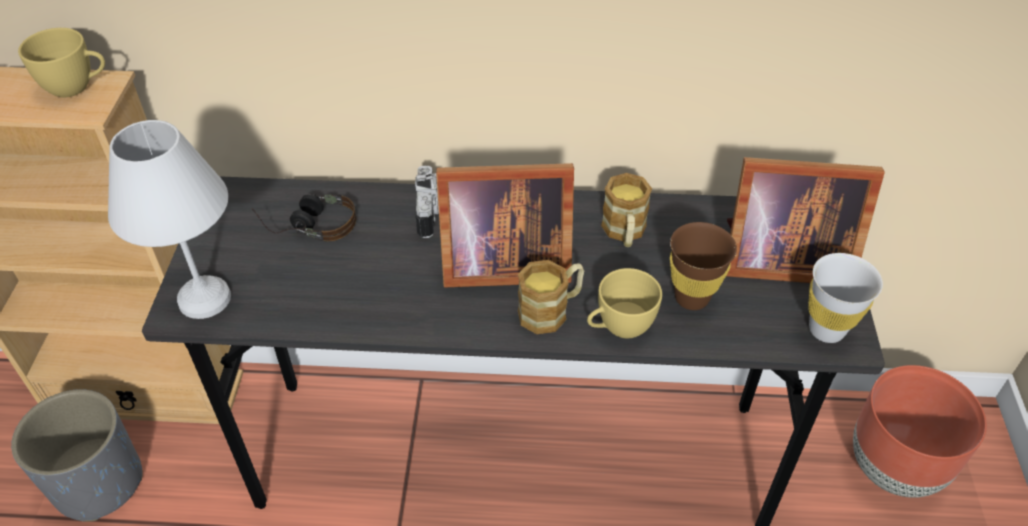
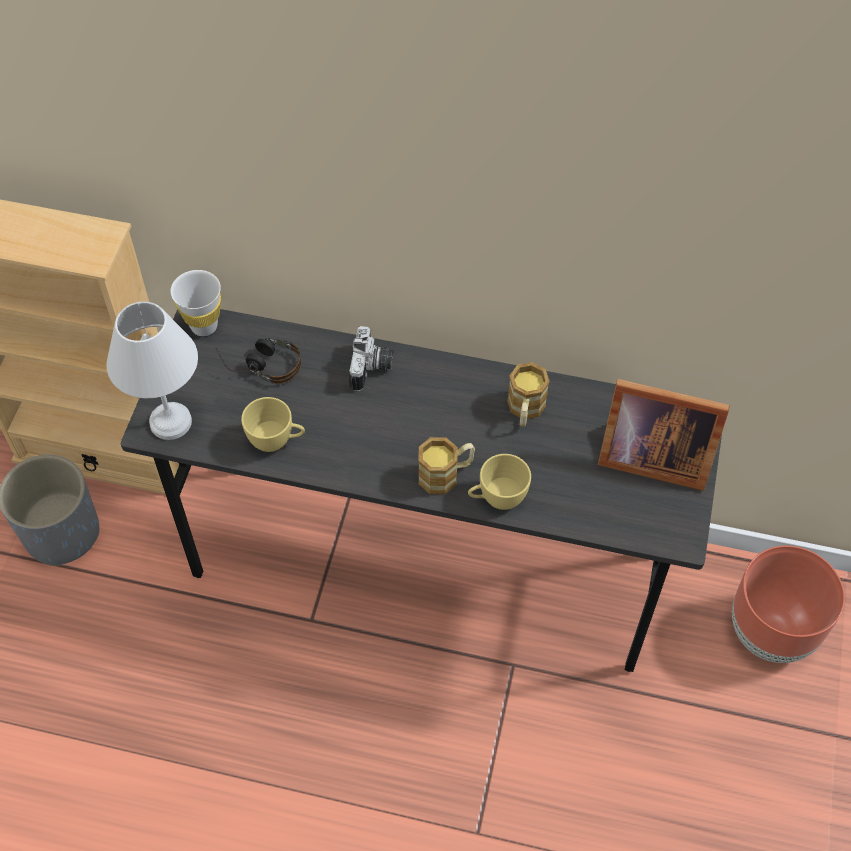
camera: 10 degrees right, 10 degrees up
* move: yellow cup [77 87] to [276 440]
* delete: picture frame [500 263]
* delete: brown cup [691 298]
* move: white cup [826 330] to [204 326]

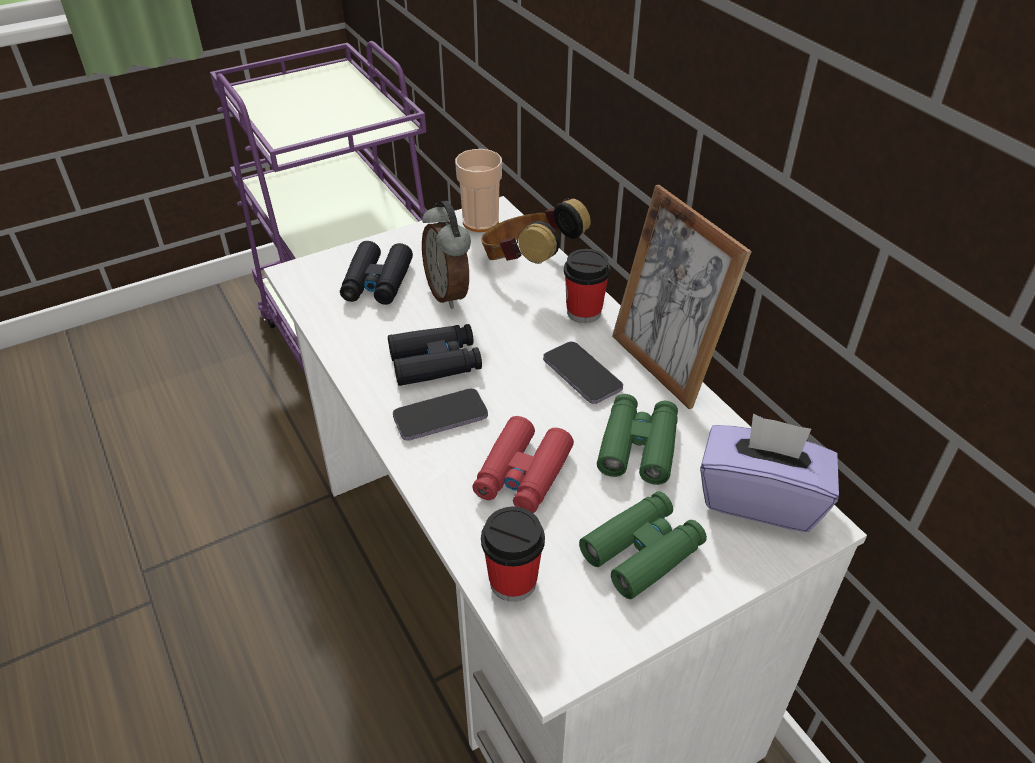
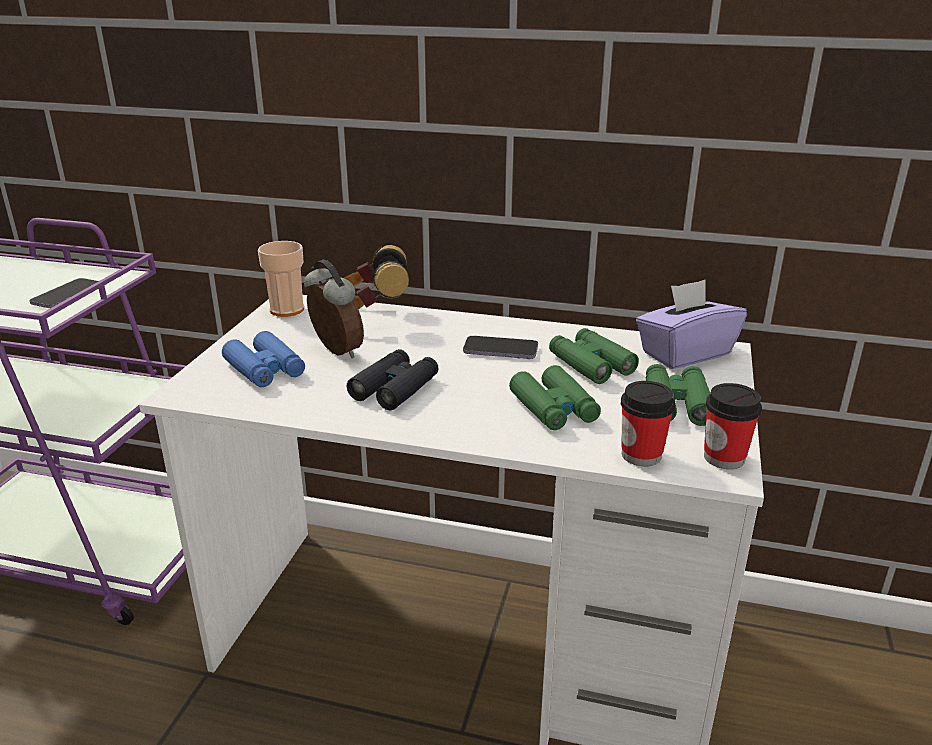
camera: 45 degrees left, 15 degrees down
* recolor: black binoculars [377 282] to blue binoculars [265 369]
* move: phone [440 417] to [67 296]
* rotate: alarm clock [449 293] = [335 352] 150 degrees counterclockwise
* recolor: red binoculars [522 474] to green binoculars [554 408]
* move: cup [584 312] to [724 457]
* delete: picture frame [664 365]

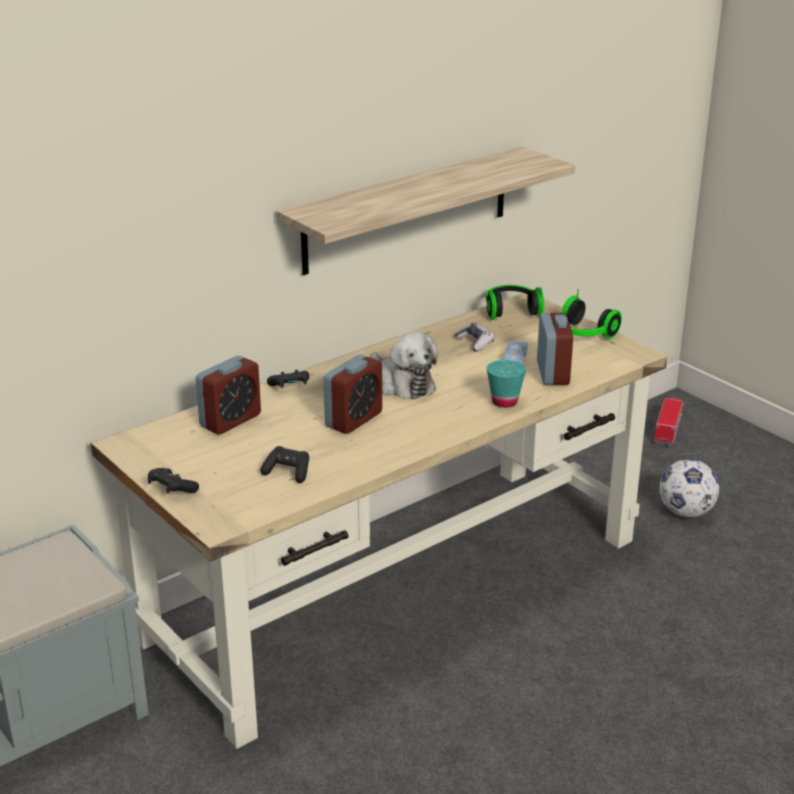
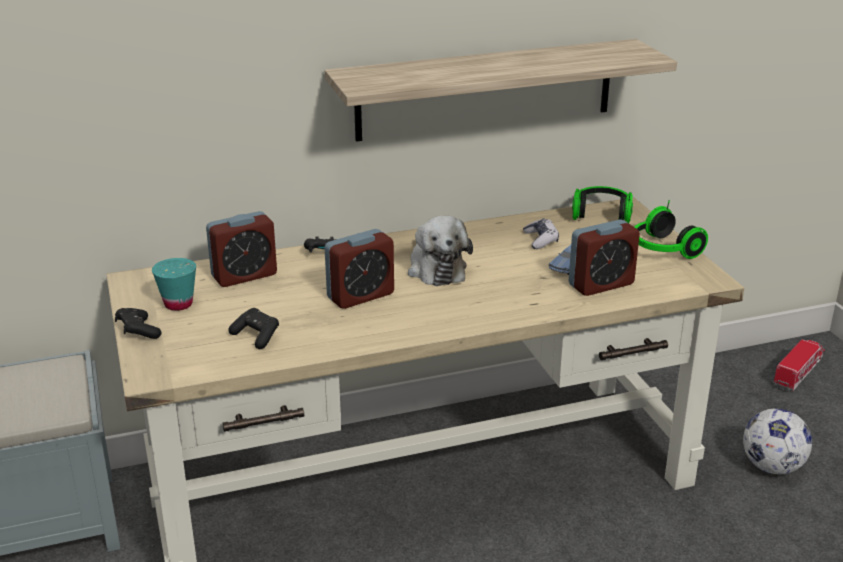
camera: 20 degrees right, 0 degrees up
* move: turquoise cup [504 402] to [178 304]
* rotate: alarm clock [552 373] = [601 284] 45 degrees clockwise

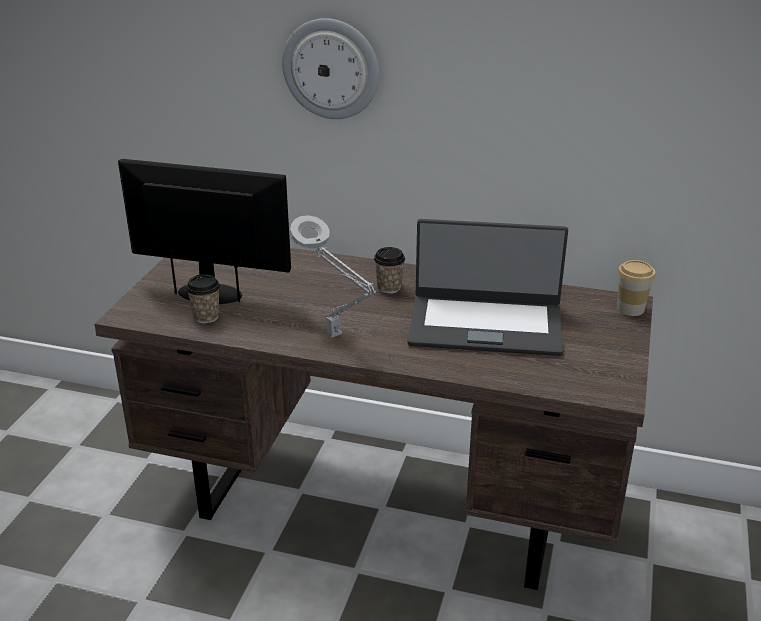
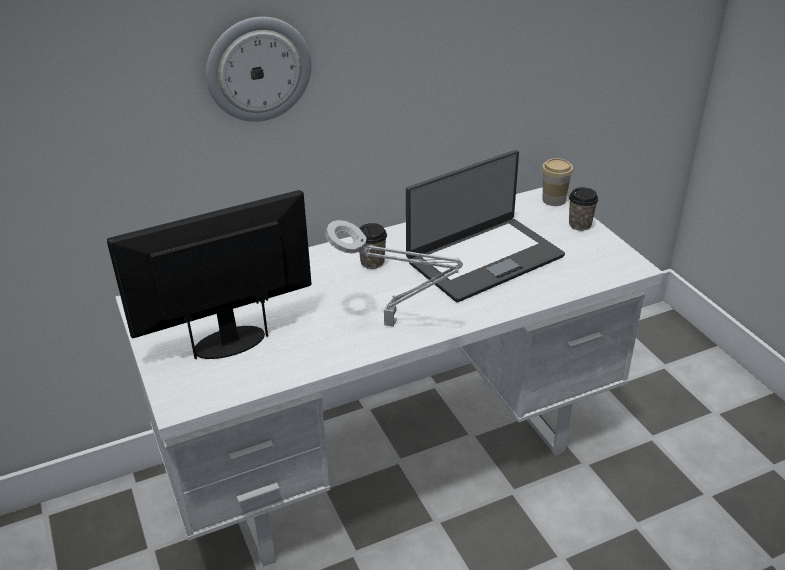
camera: 40 degrees left, 5 degrees up
* recolor: brown desk [383 503] to white desk [396 457]
* move: cup [206 317] to [580 225]

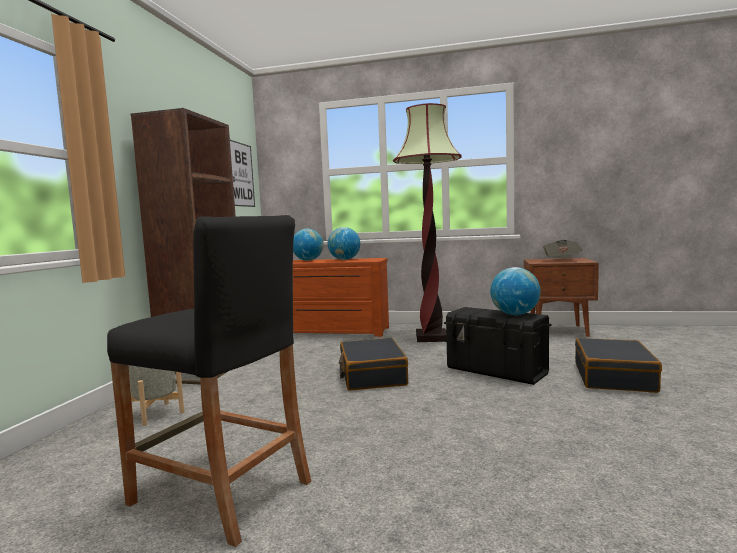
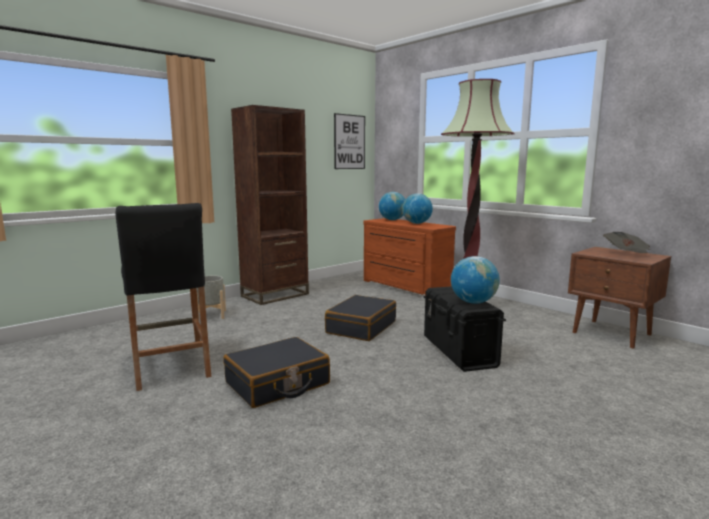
camera: 35 degrees right, 5 degrees up
* move: black suitcase [614 377] to [277 384]

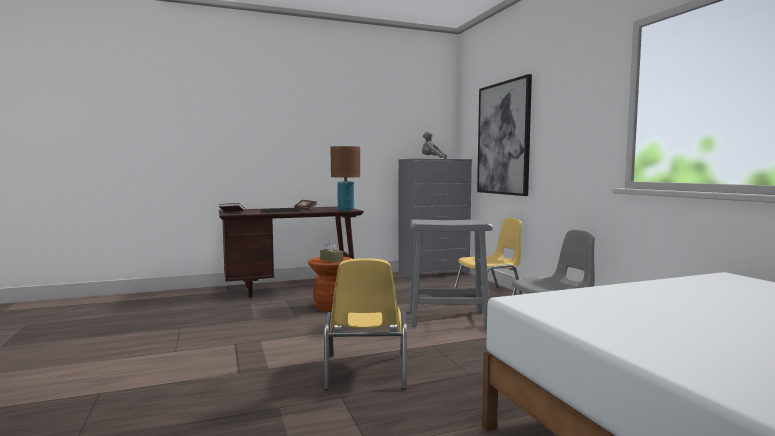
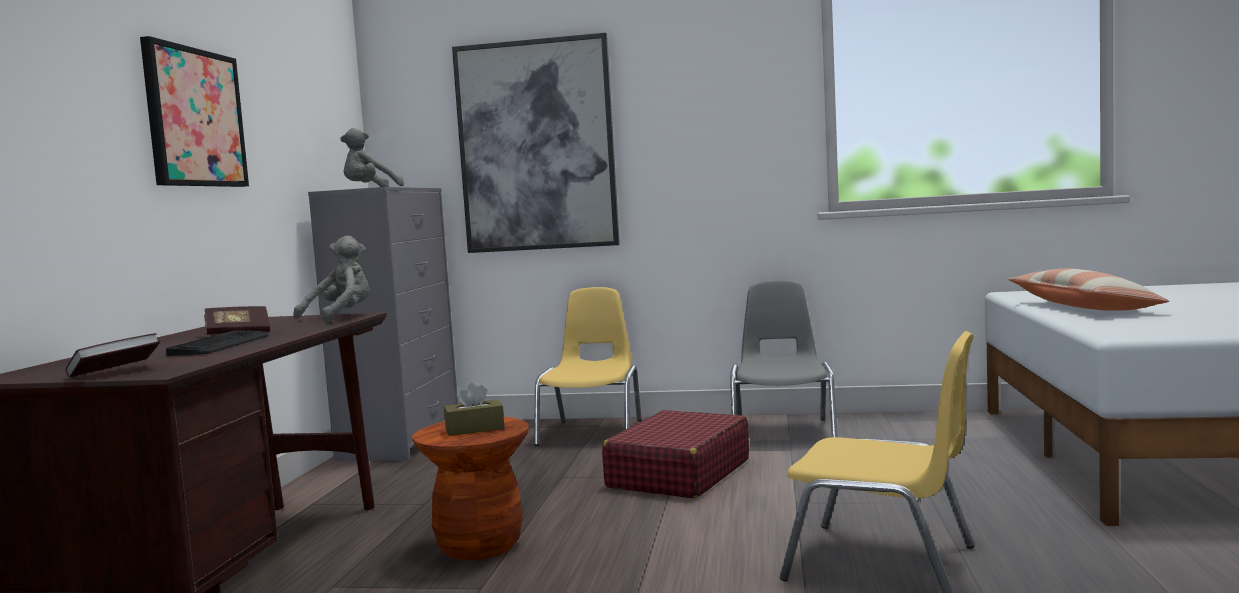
camera: 60 degrees left, 0 degrees up
* replace: brown table lamp [346 210] to grey plush toy [341 317]
* replace: grey stool [447 318] to red suitcase [678 474]
* insert: picture [194 118]
* insert: pillow [1082 308]

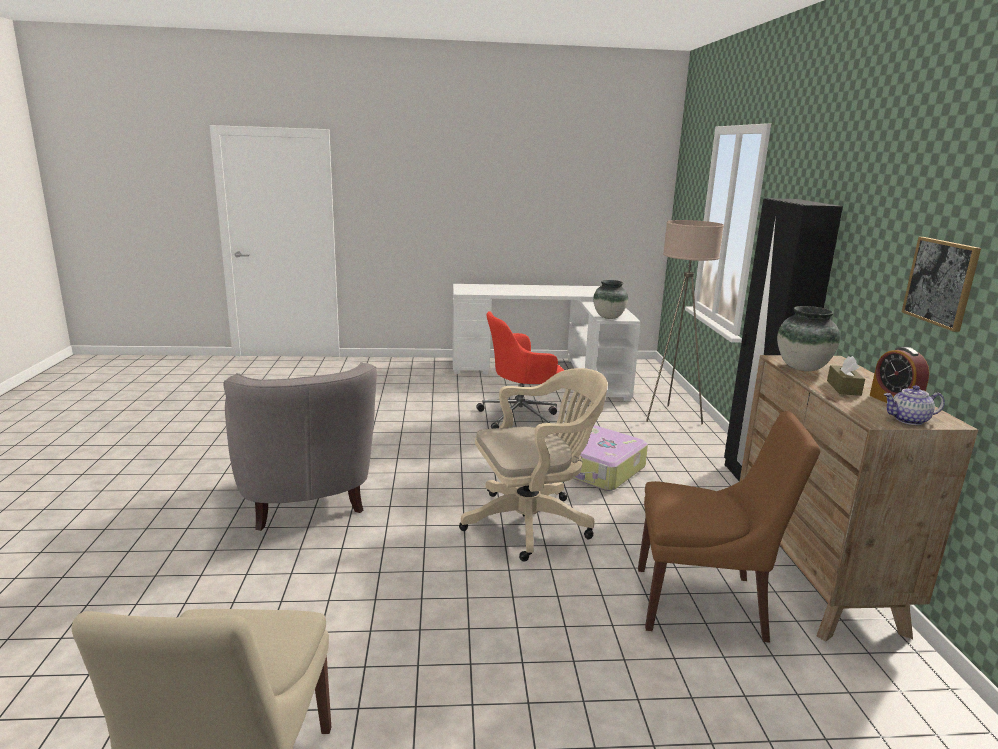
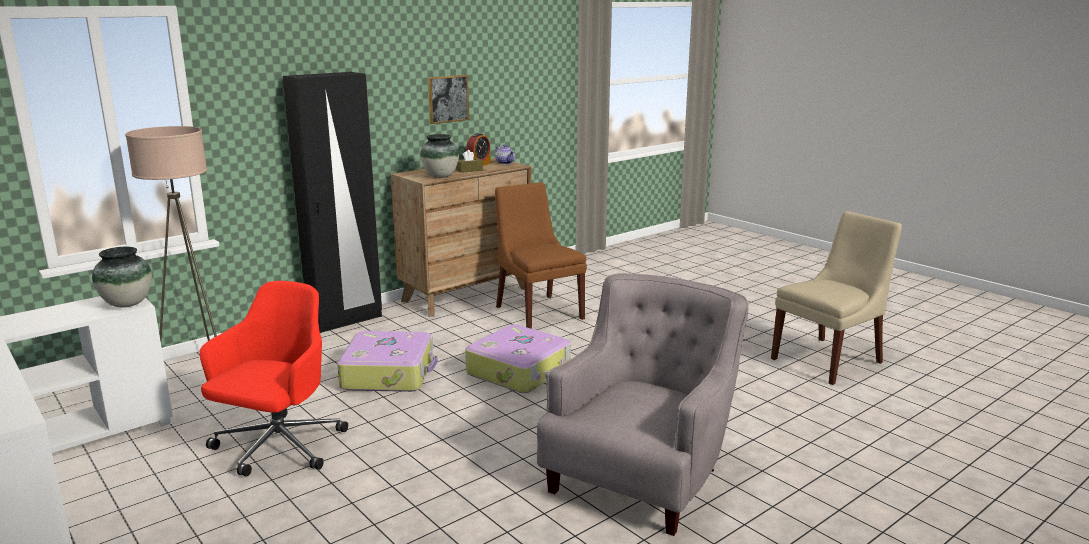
camera: 125 degrees left, 0 degrees up
* replace: beige office chair [533 522] to suitcase [520 371]
* rotate: red office chair [521 417] = [277 447] 105 degrees counterclockwise

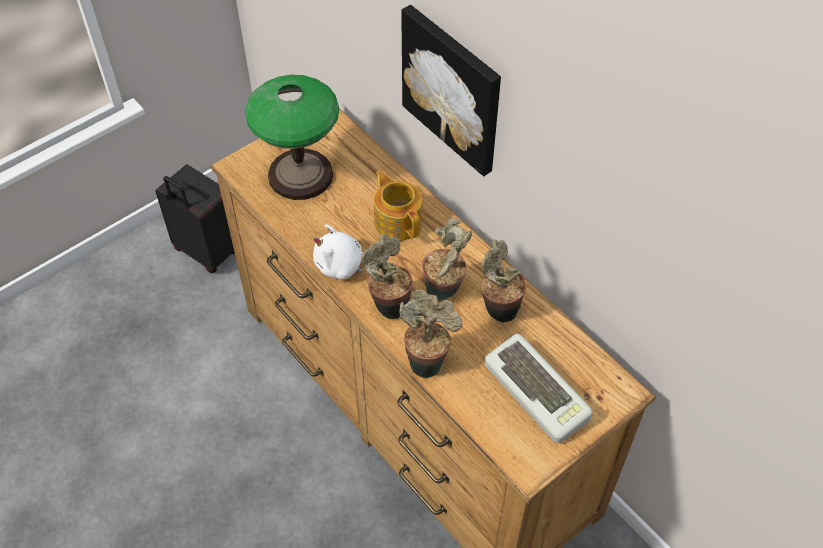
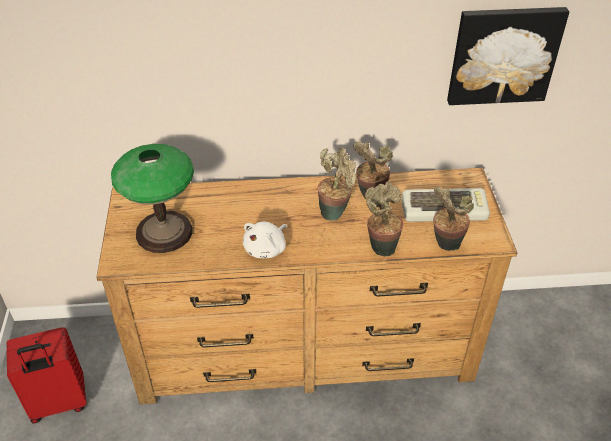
camera: 55 degrees left, 10 degrees down
* recolor: black suitcase [206 252] to red suitcase [59 403]
* move: potted plant [388 305] to [445 244]
* delete: teapot [398 221]
* move: picture [453 89] to [503 55]

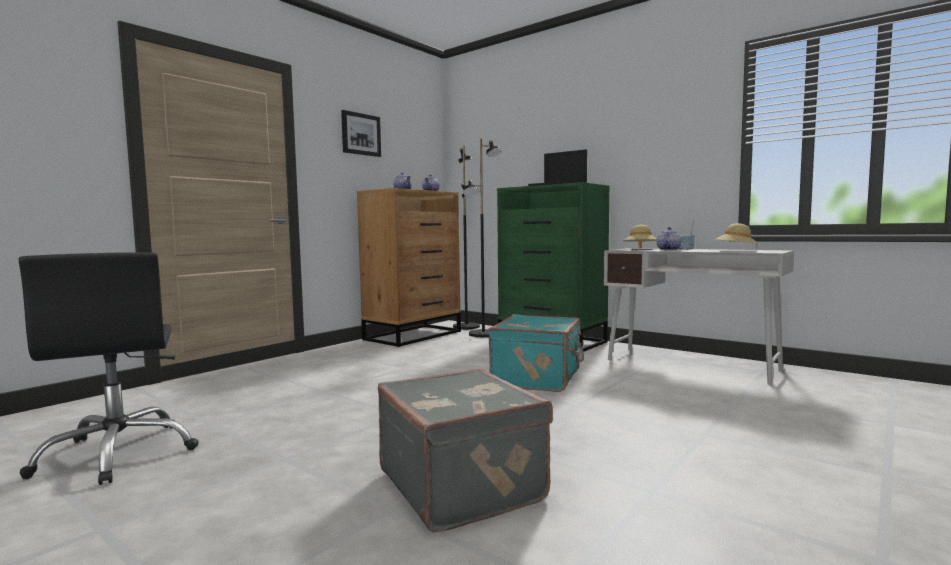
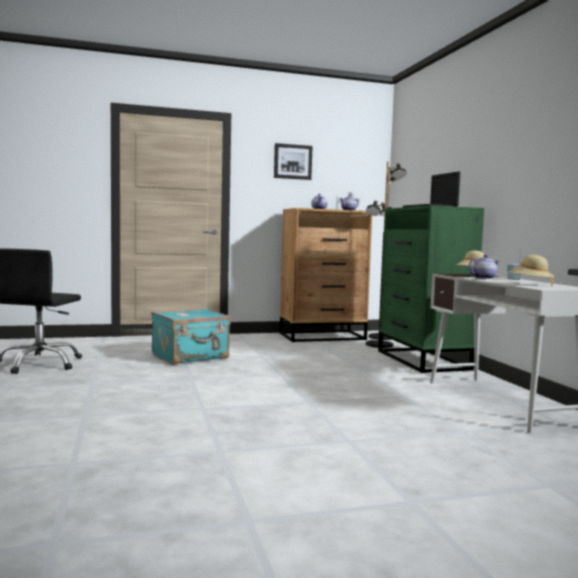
camera: 35 degrees right, 0 degrees up
* delete: grey suitcase [463 485]
* move: turquoise suitcase [538 378] to [191 357]

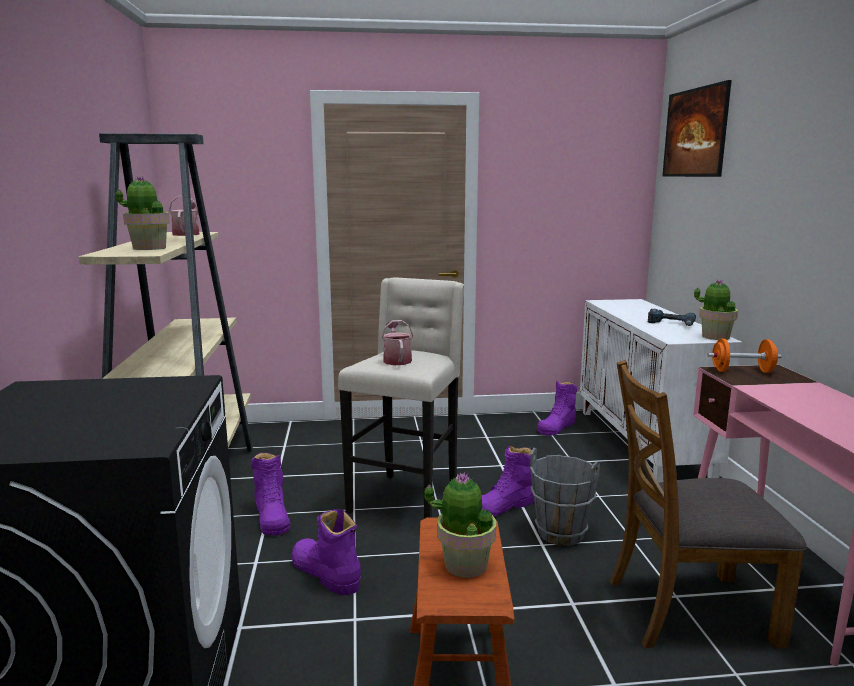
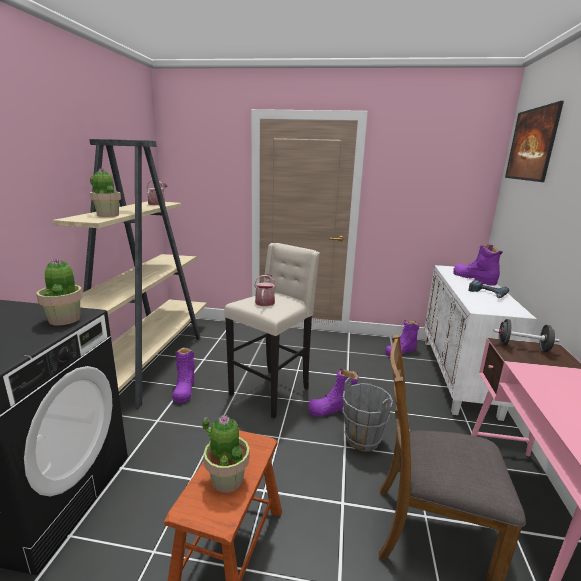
camera: 15 degrees right, 5 degrees up
* move: purple boot [325 573] to [474 278]
* move: potted plant [715 337] to [65 319]
* recolor: orange dumbbell [742 371] to black dumbbell [522 347]

